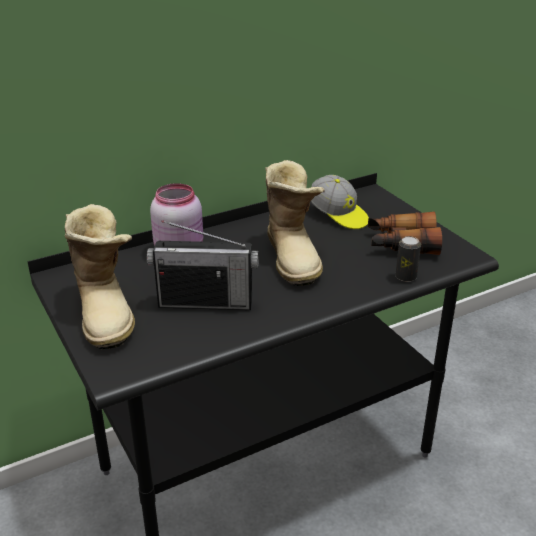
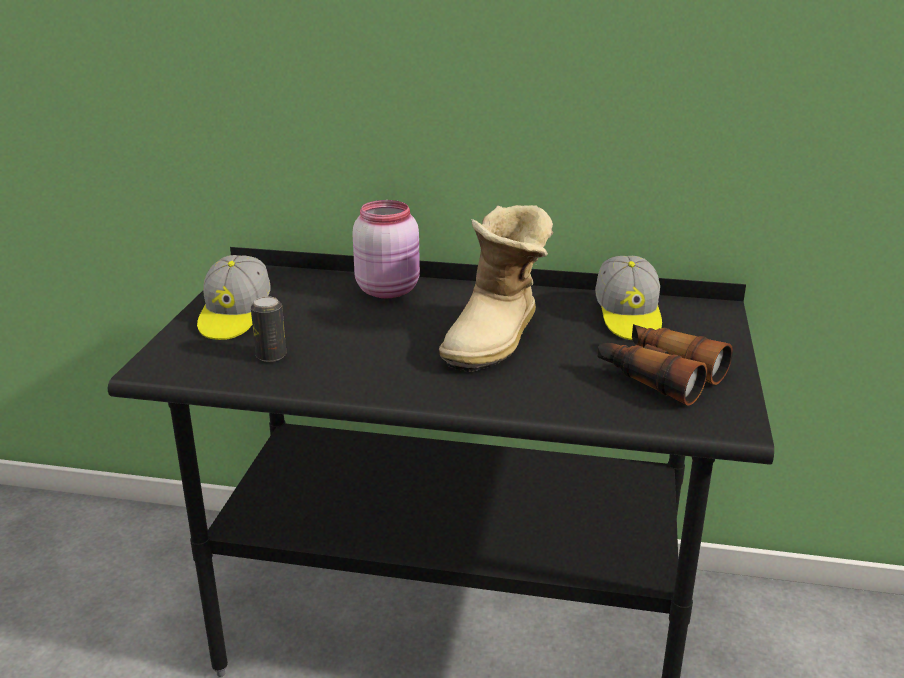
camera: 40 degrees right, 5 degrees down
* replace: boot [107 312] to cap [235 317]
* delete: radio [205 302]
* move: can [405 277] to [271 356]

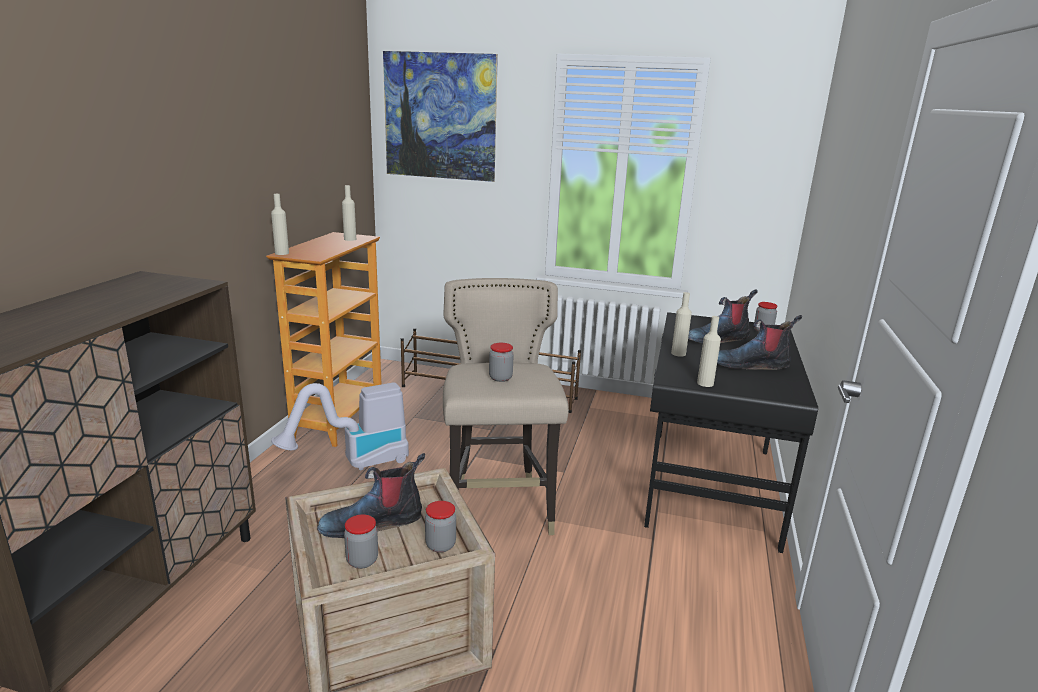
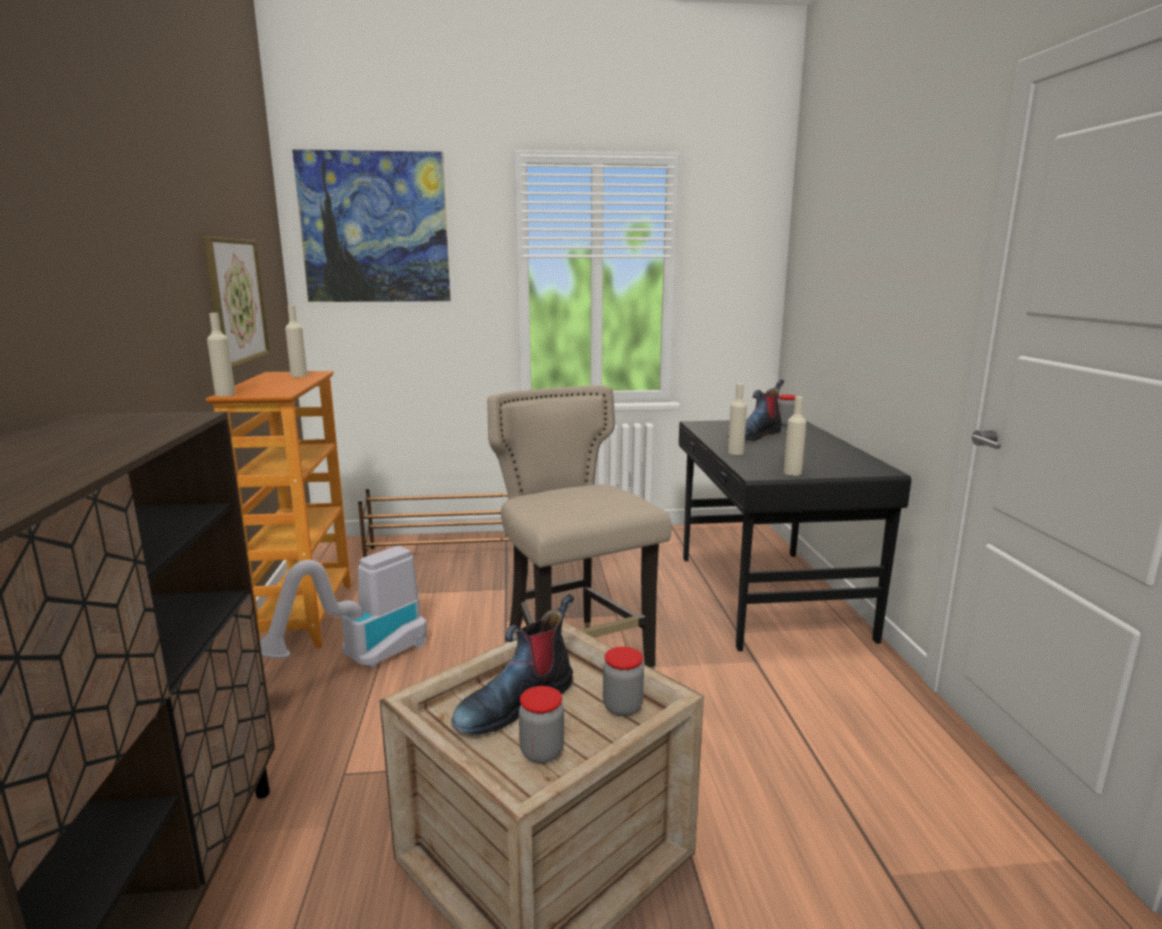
camera: 20 degrees left, 5 degrees down
* delete: jar [500 378]
* delete: boot [750 364]
* insert: picture [236 301]

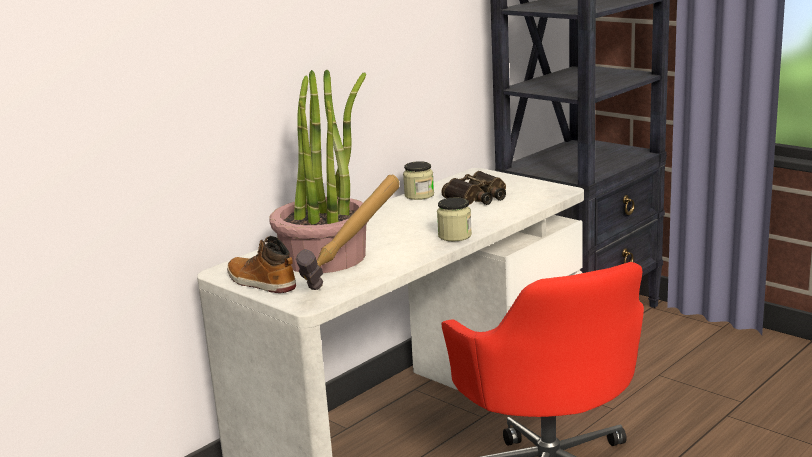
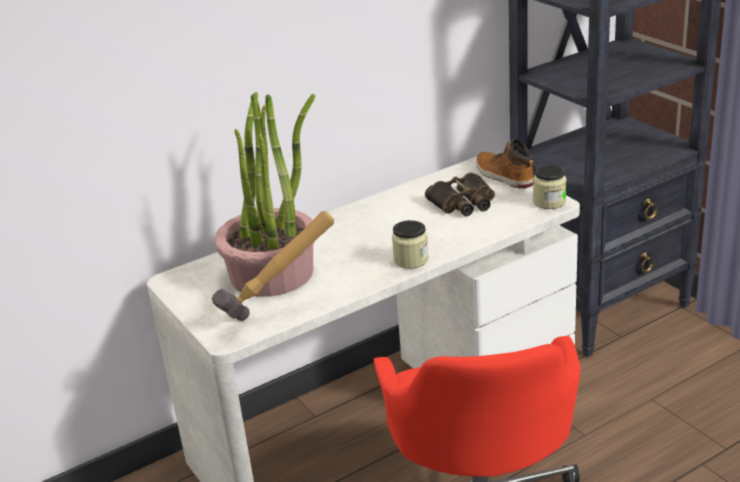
camera: 15 degrees right, 10 degrees up
* move: boot [260 283] to [503 176]
* move: jar [419 195] to [549 202]

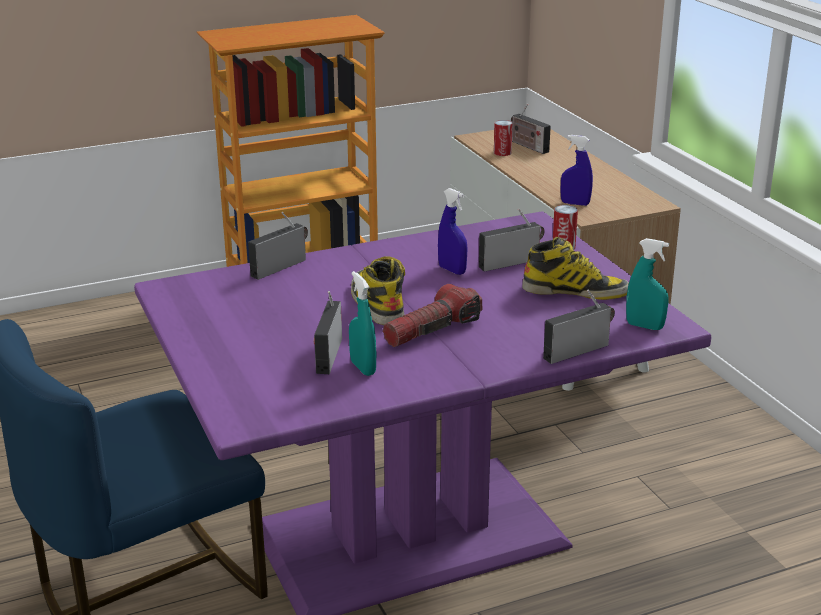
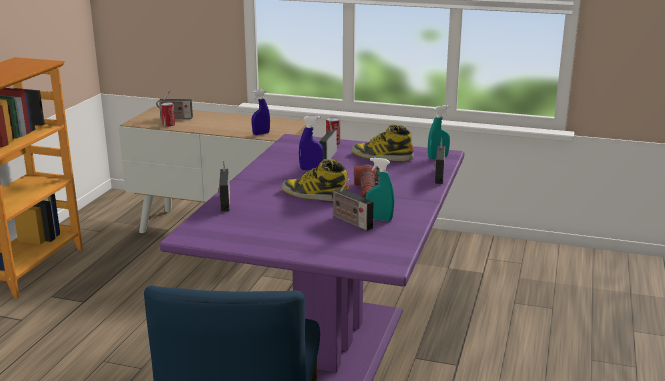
camera: 50 degrees left, 5 degrees down
* rotate: boot [575 291] = [382 156] 120 degrees counterclockwise

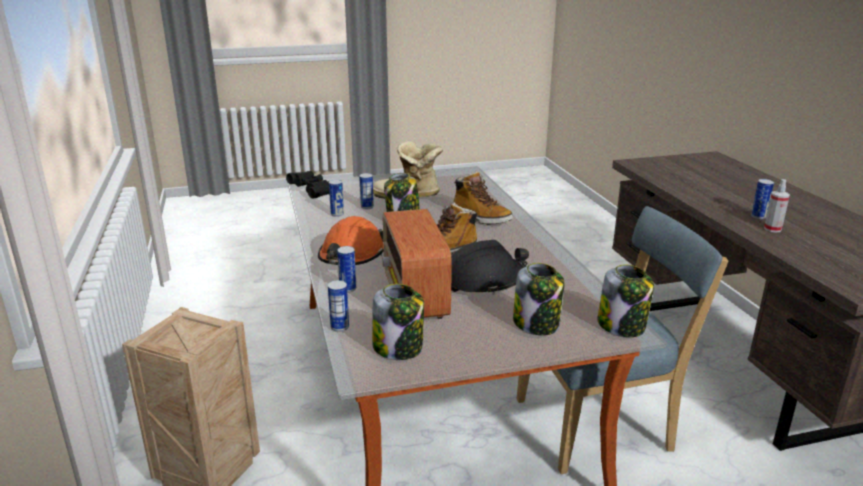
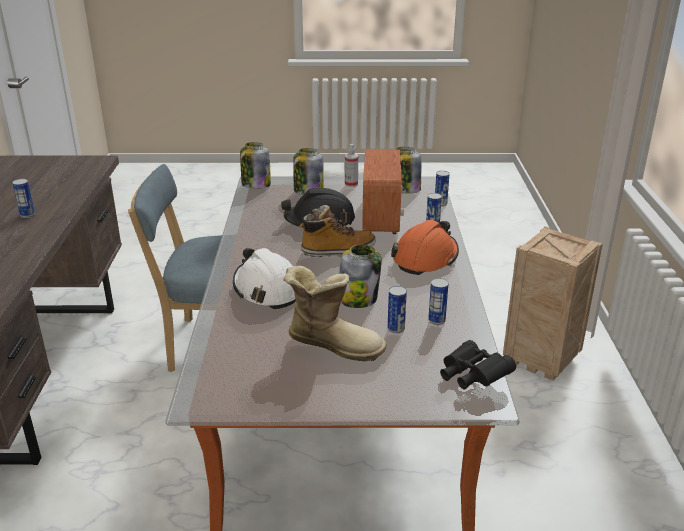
camera: 165 degrees left, 5 degrees up
* replace: boot [480 218] to white hard hat [267 289]
* move: spray bottle [772 229] to [351 184]

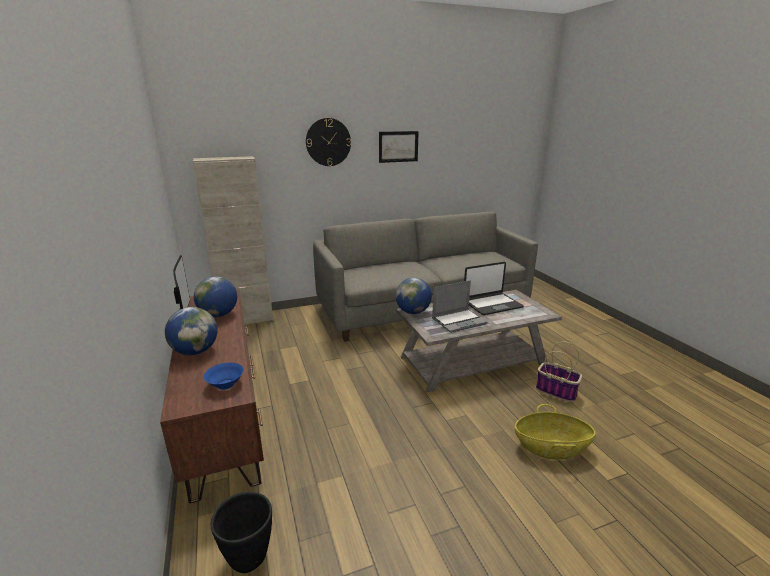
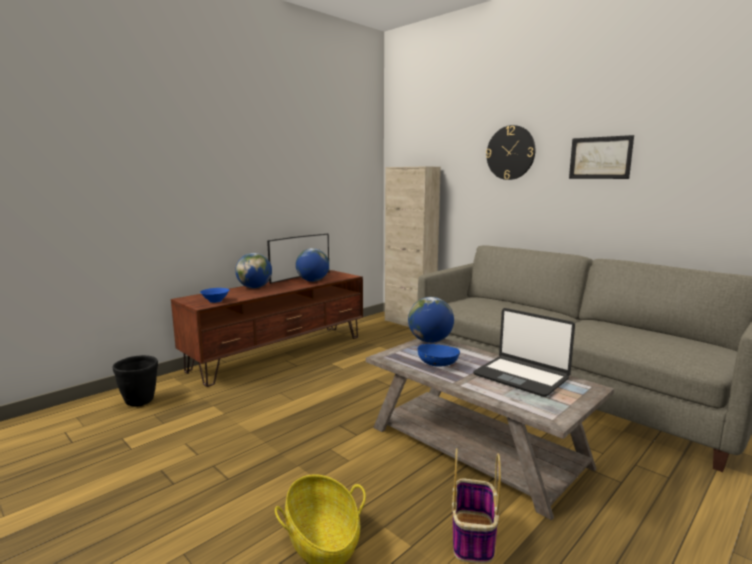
camera: 65 degrees right, 10 degrees down
* replace: laptop [459 321] to blue bowl [438 364]

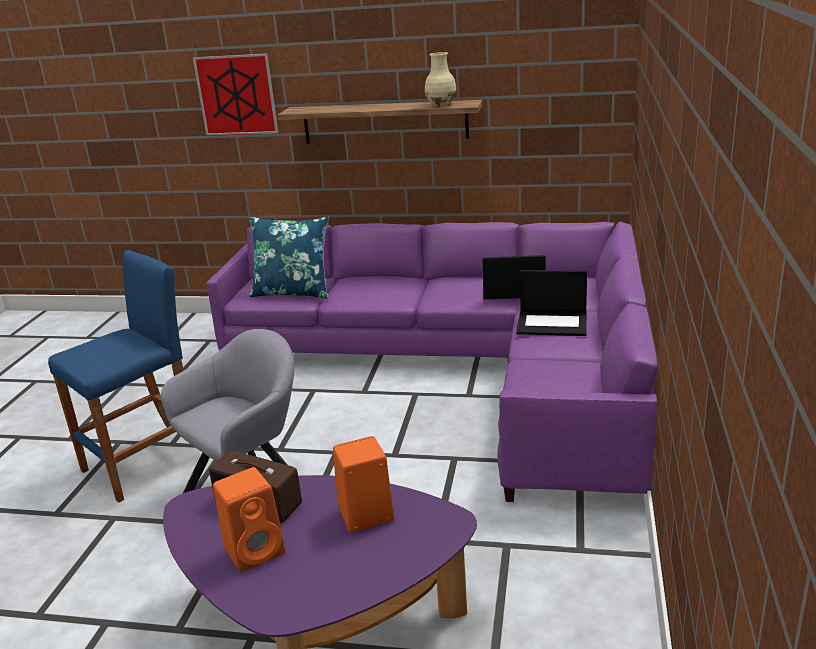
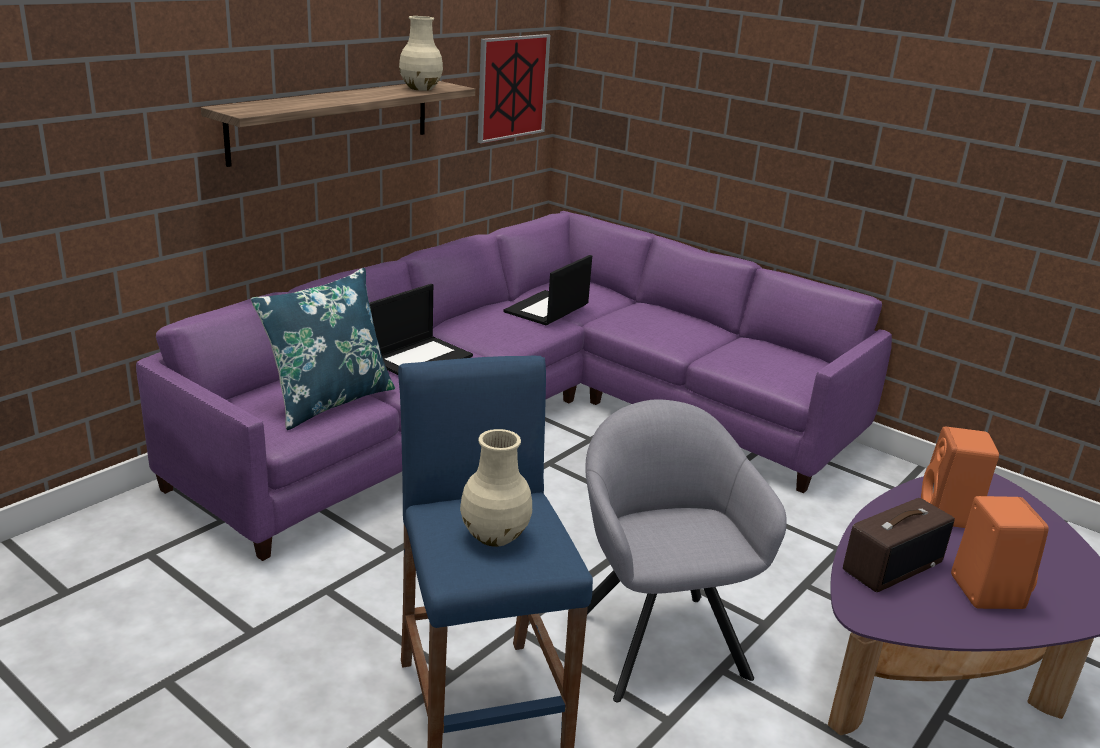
camera: 65 degrees left, 0 degrees up
* move: picture [236 95] to [512 87]
* move: laptop [553 324] to [421 358]
* insert: beige vase [494 535]

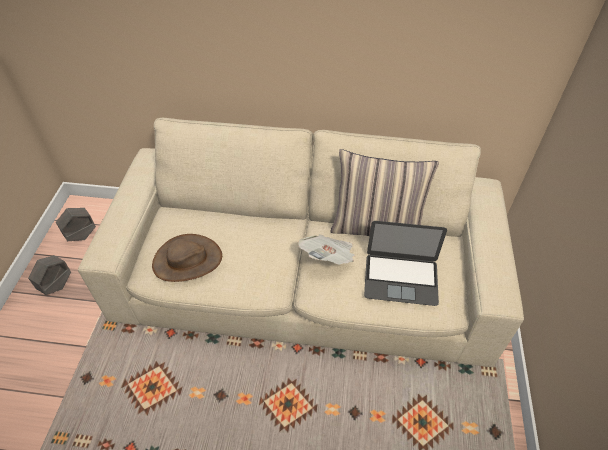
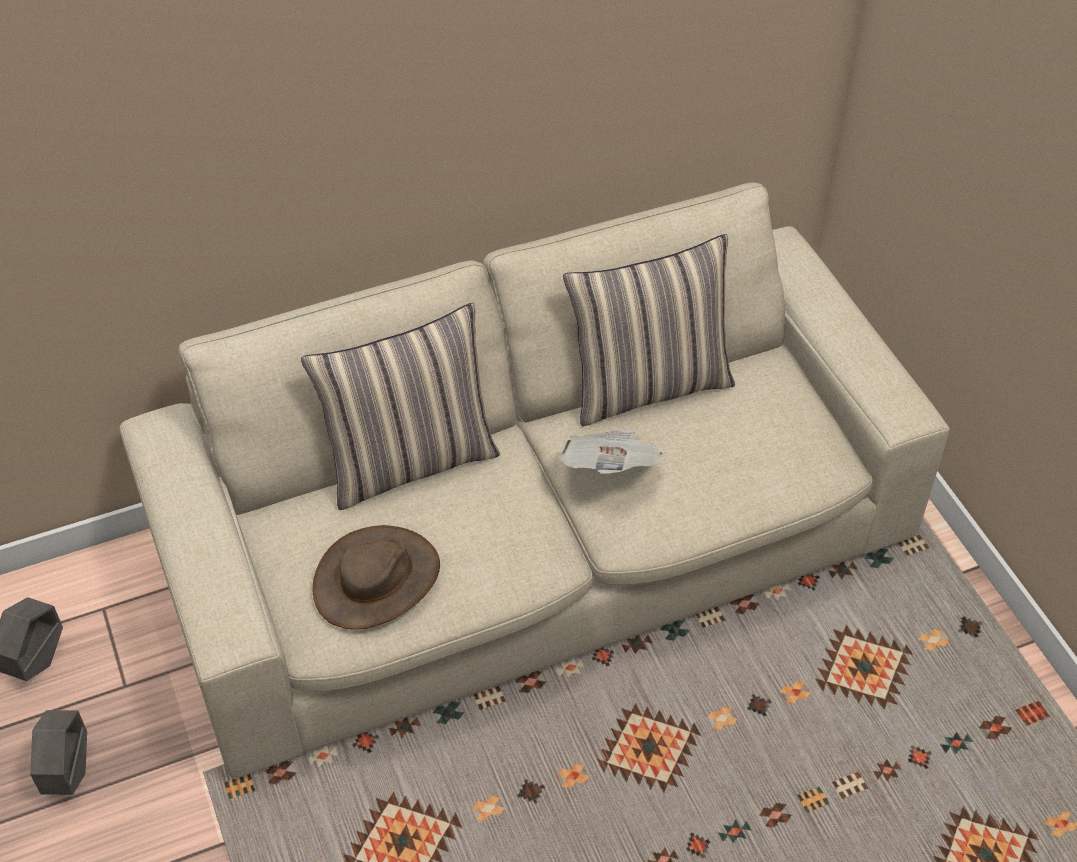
camera: 30 degrees left, 0 degrees up
* delete: laptop [401 279]
* insert: pillow [411 461]

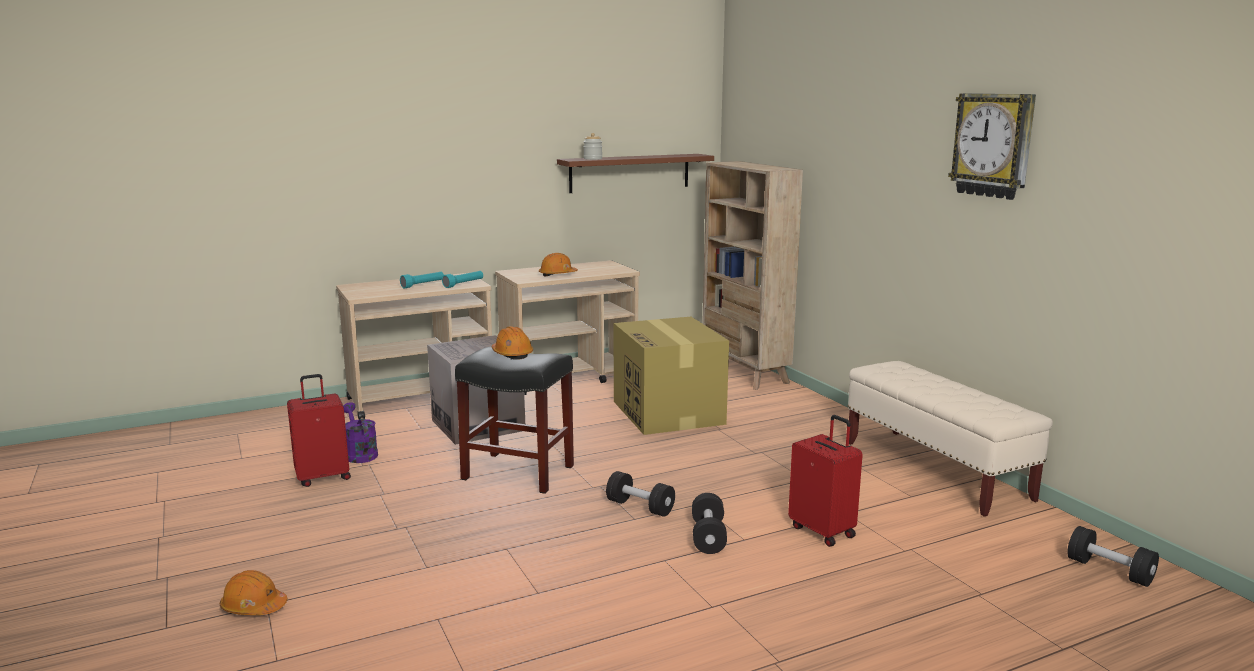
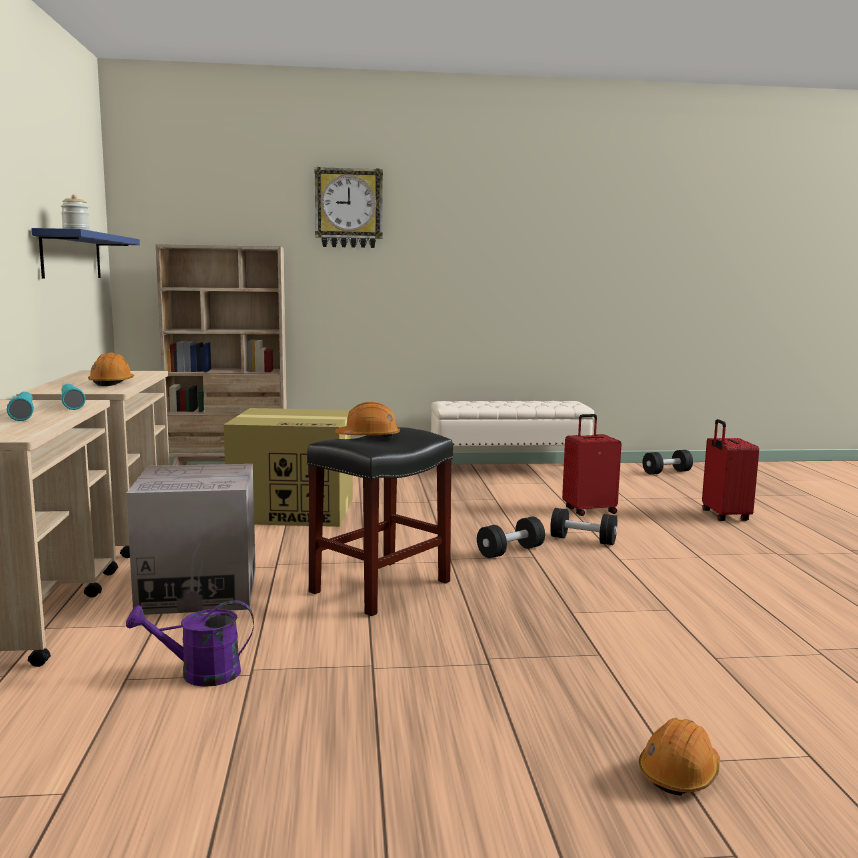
camera: 70 degrees left, 5 degrees down
* move: red suitcase [323 477] to [724 516]
* recolor: brown shelf [630 173] to blue shelf [72 256]
* move: wall clock [993 145] to [348 208]

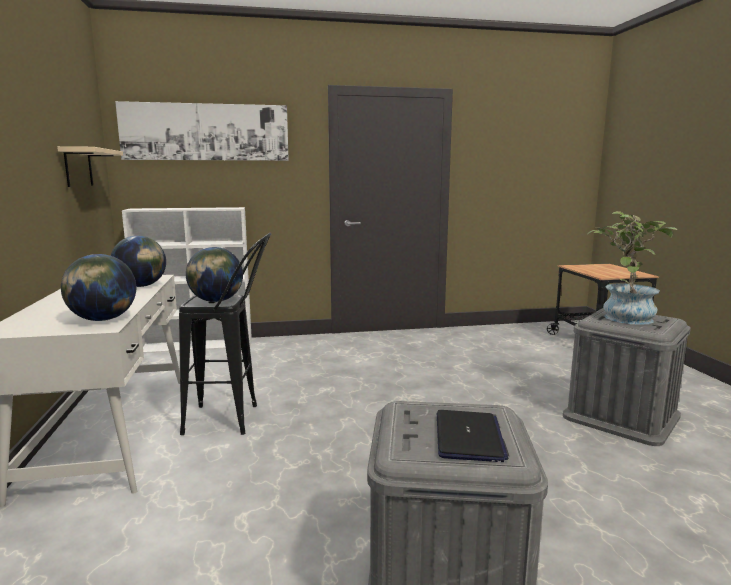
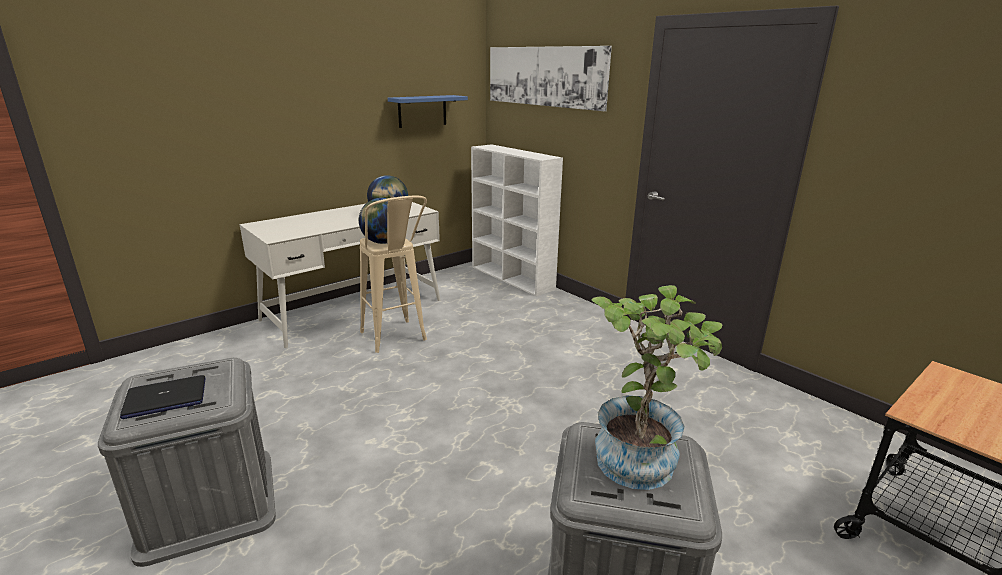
camera: 60 degrees right, 10 degrees up
* recolor: beige shelf [78 167] to blue shelf [422 111]
* delete: globe [102 319]
* recolor: black stool [234 419] to beige stool [397 340]

